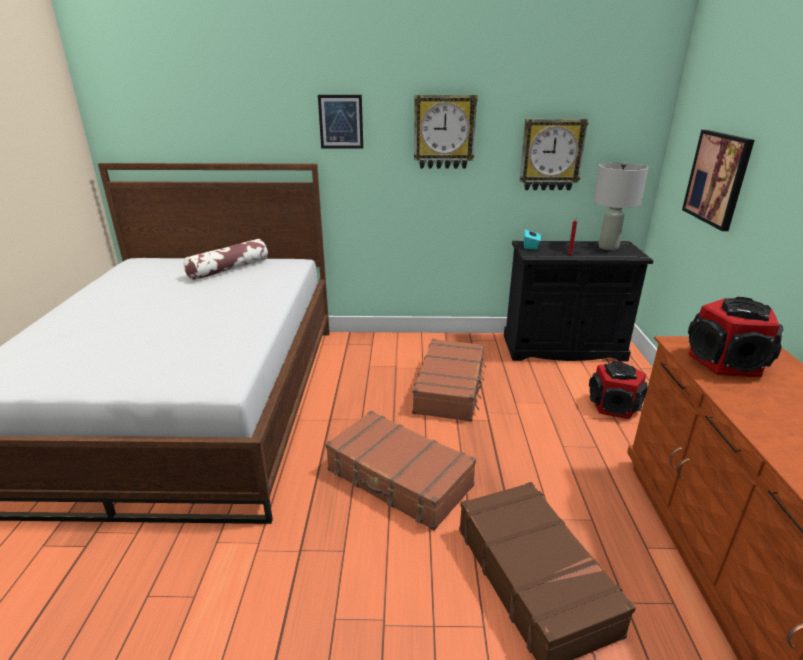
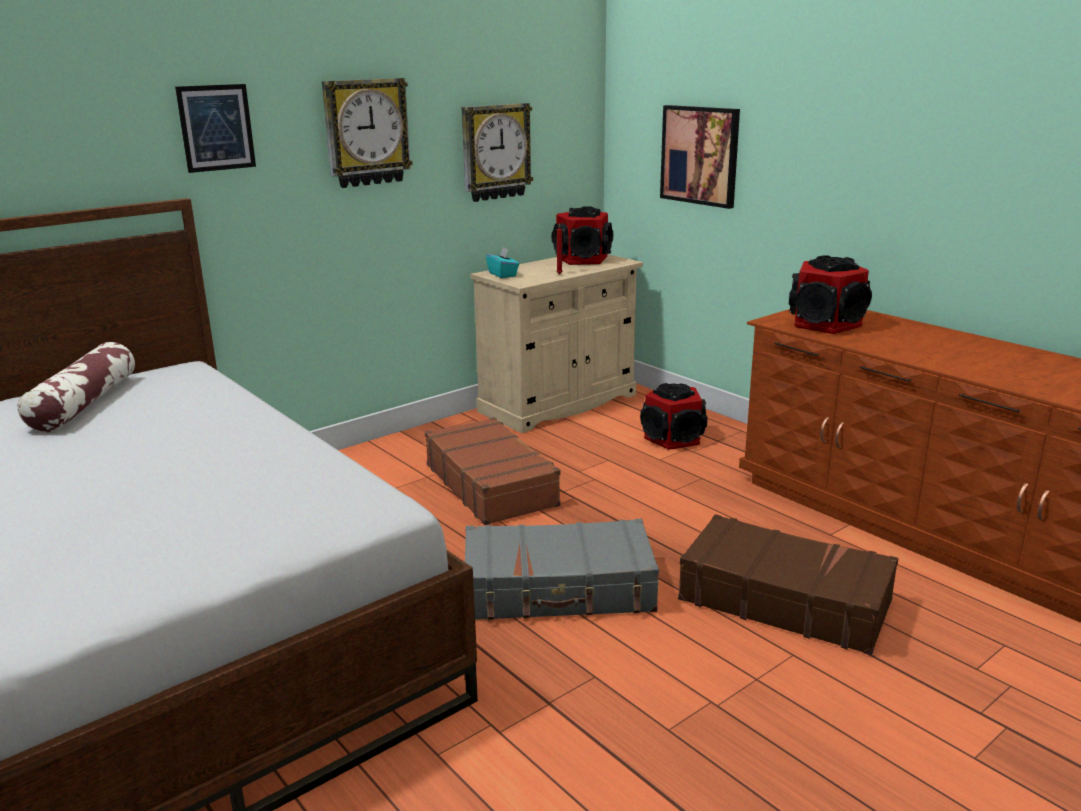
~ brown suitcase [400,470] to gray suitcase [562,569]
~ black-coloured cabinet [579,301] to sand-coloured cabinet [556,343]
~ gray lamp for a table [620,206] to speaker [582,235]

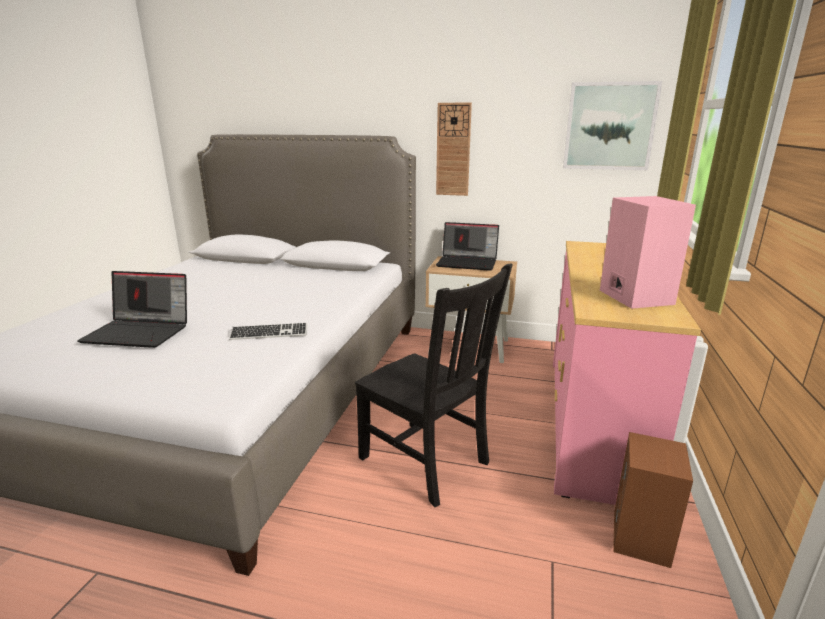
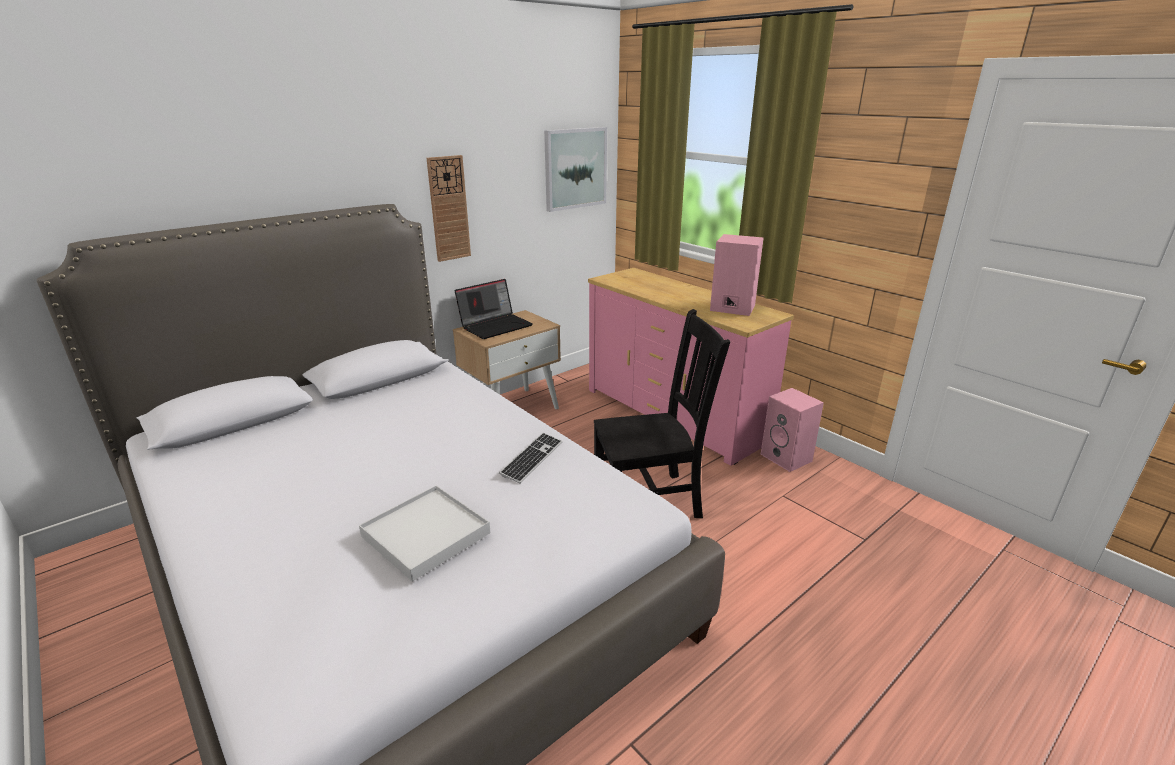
~ notebook computer [132,309] to whitish tray [424,534]
~ brown speaker [653,500] to pink-coloured speaker [792,430]

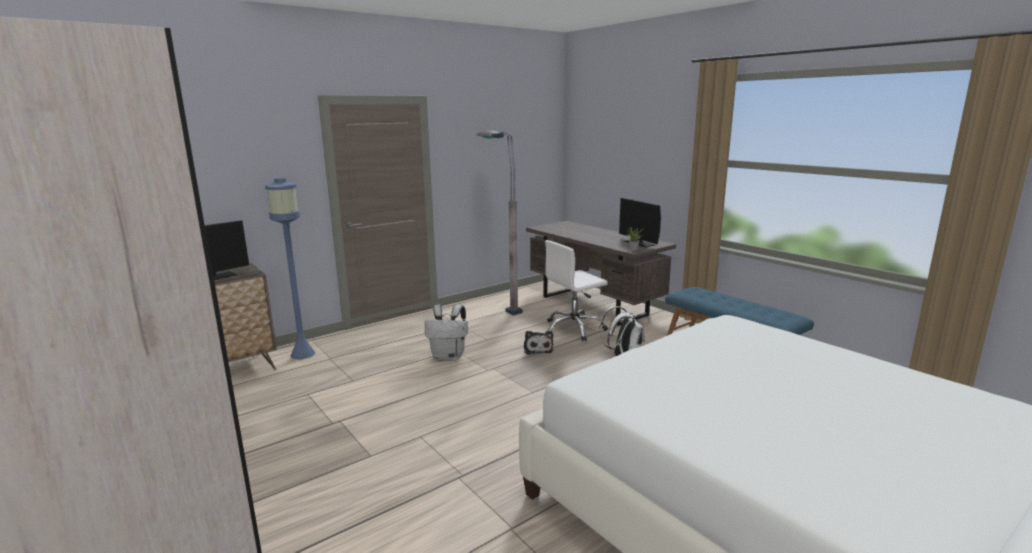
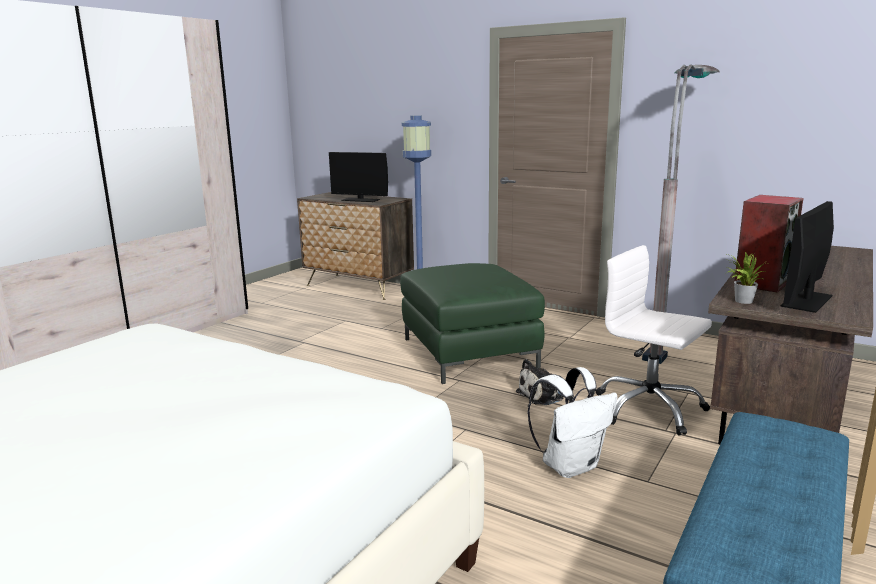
~ whitish rucksack [446,332] to green ottoman [472,323]
+ speaker [768,244]

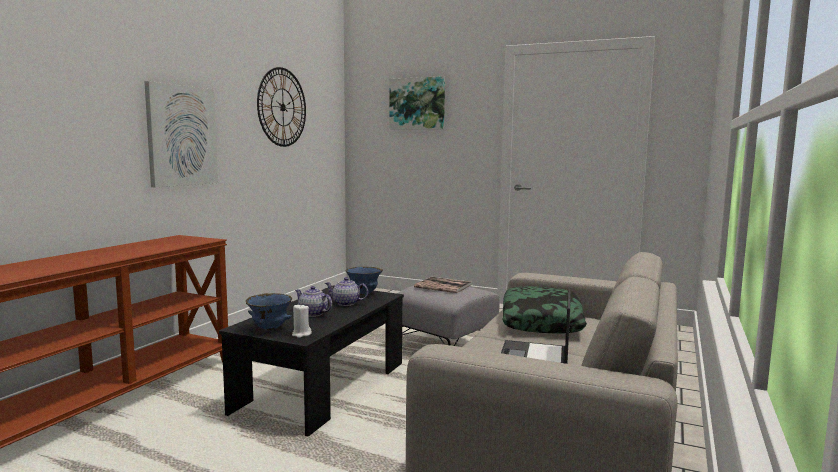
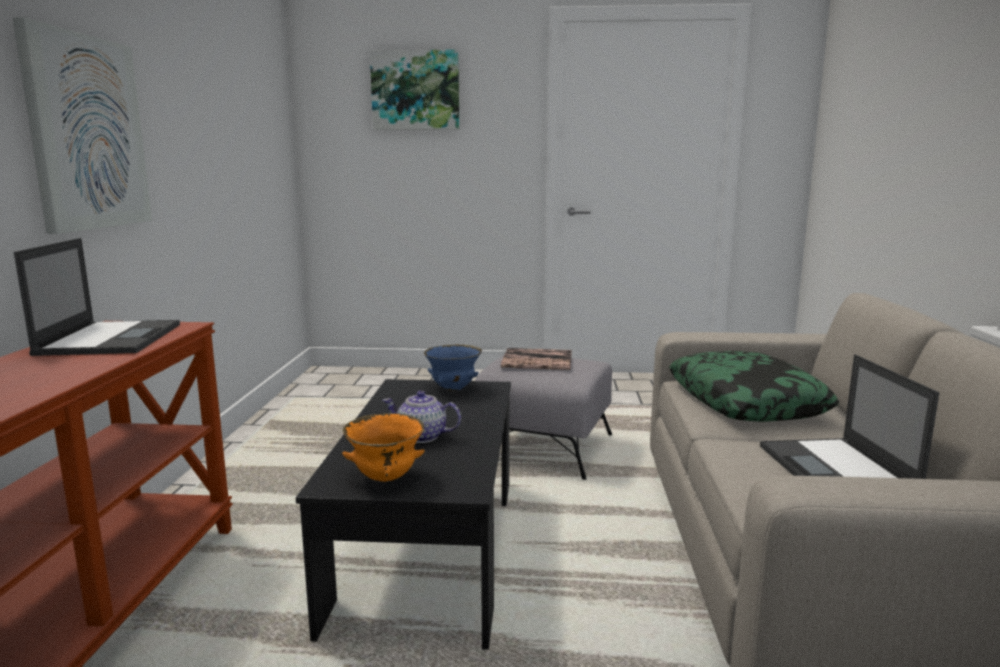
~ blue serving bowl [269,311] to orange-coloured serving bowl [383,447]
- clock on the wall [281,107]
- whitish wax light [302,320]
- tea pot [346,291]
+ notebook computer [97,297]

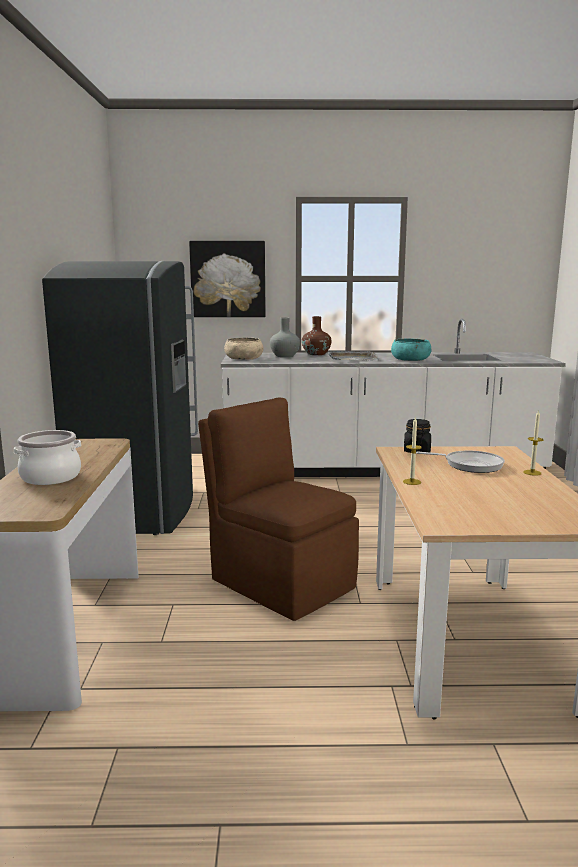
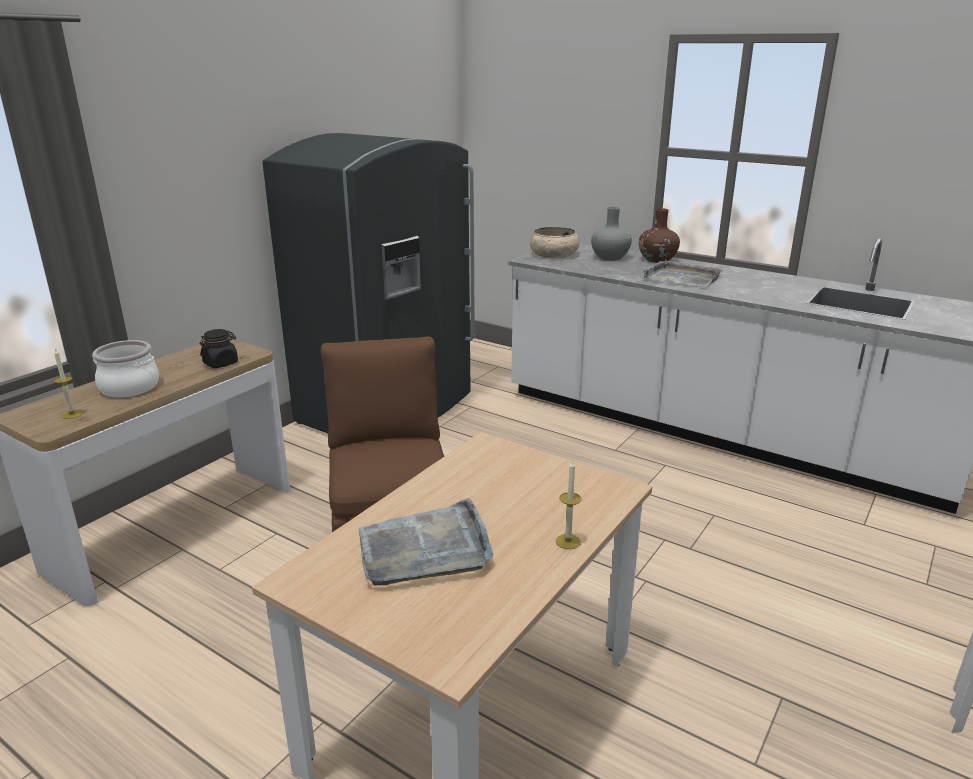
- picture [227,279]
- blue-green serving bowl [411,350]
~ wax light [412,450] to [68,383]
~ black-coloured storage jar [417,436] to [219,348]
- pan [460,462]
+ gray tray [426,542]

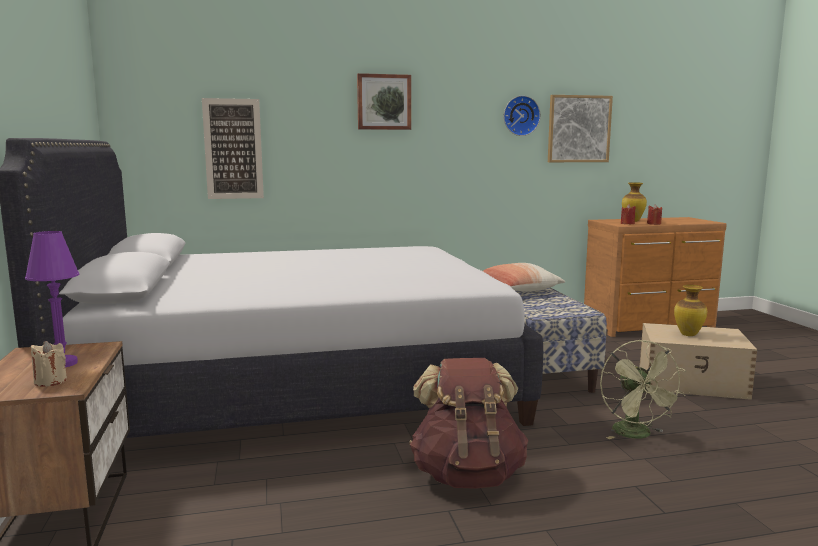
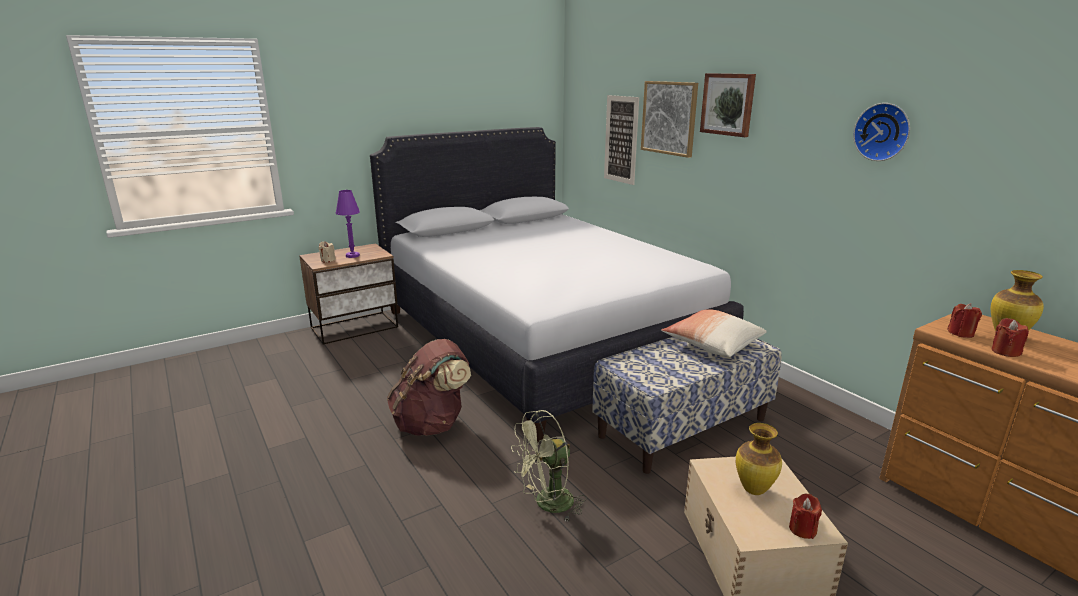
~ picture [580,128] to [669,119]
+ reddish wax light [805,516]

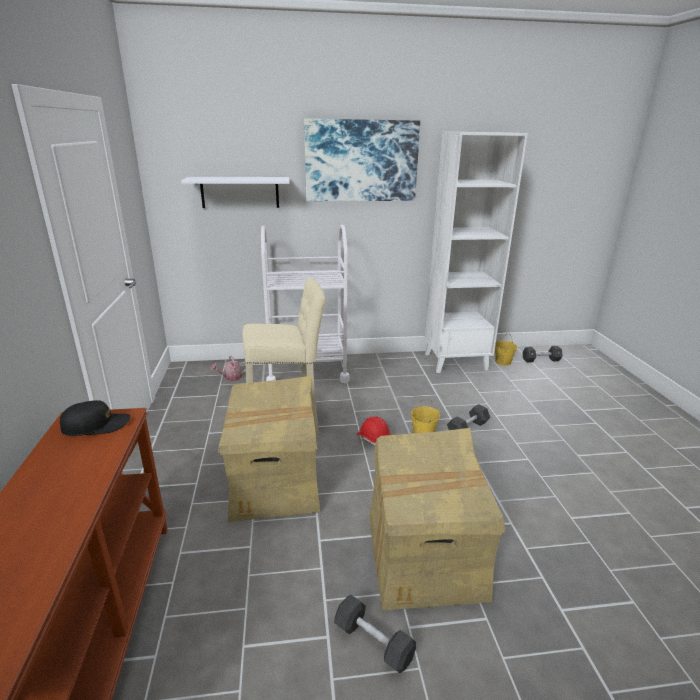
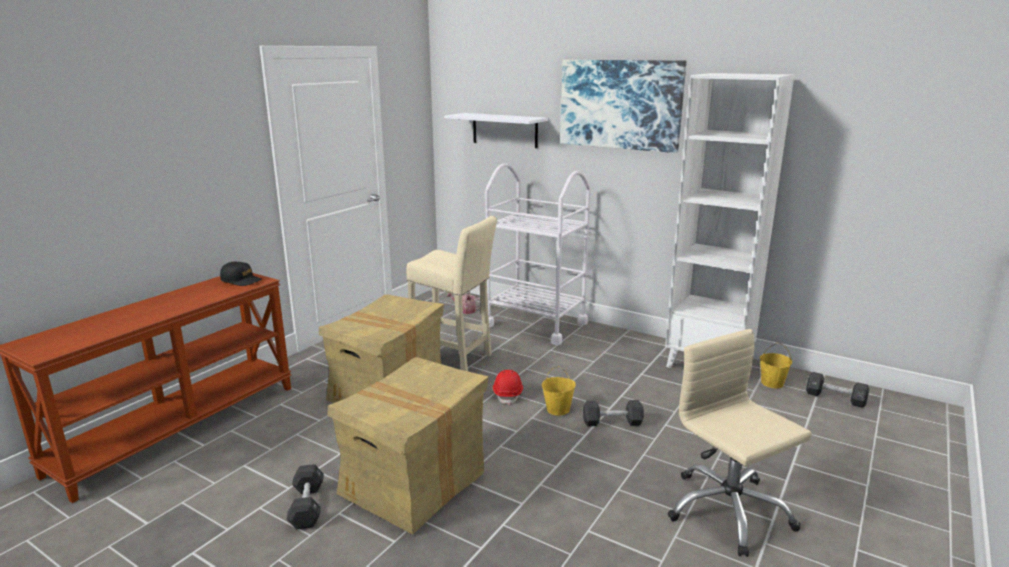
+ sand-coloured desk chair [739,443]

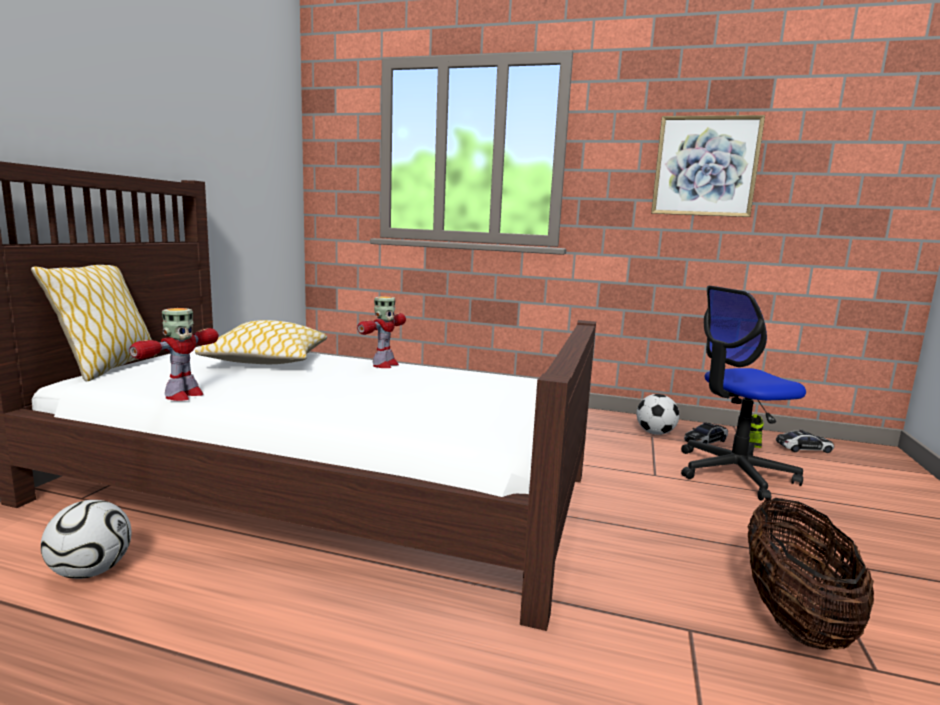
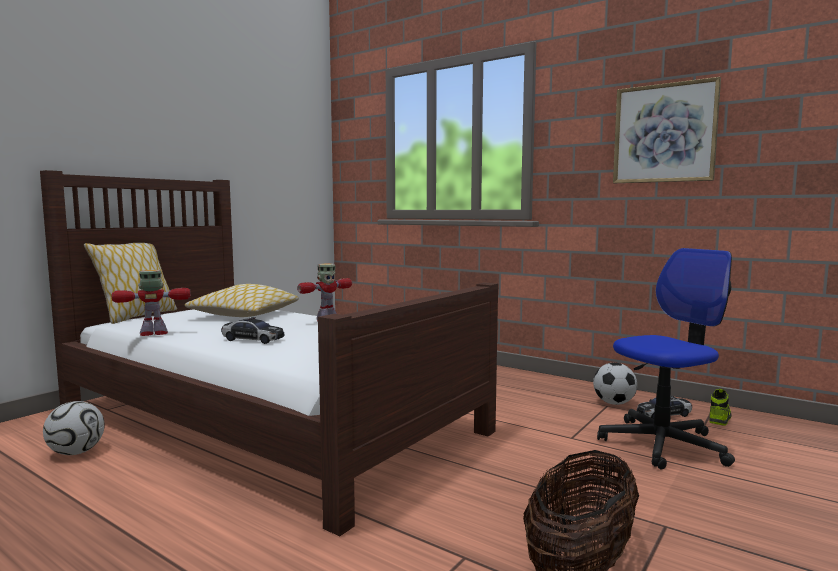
~ robot figure [174,354] = [151,303] 150 degrees counterclockwise
~ desk chair [743,393] = [666,359] 150 degrees clockwise
~ model car [805,441] to [253,330]

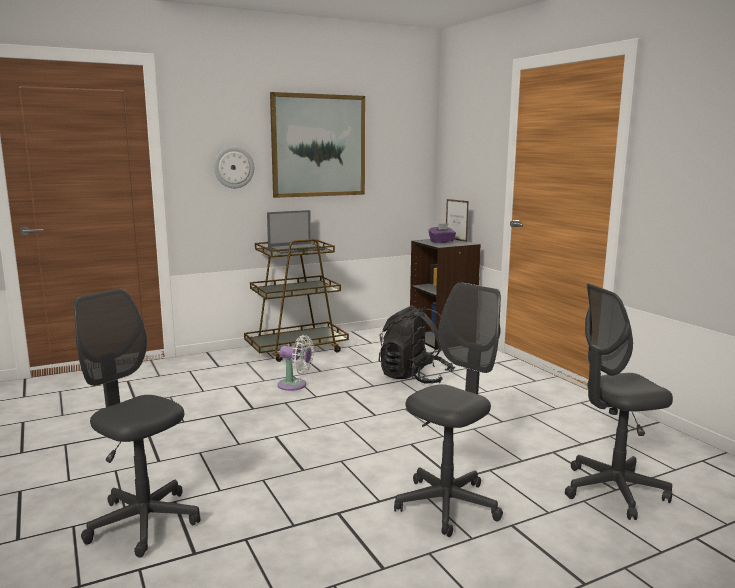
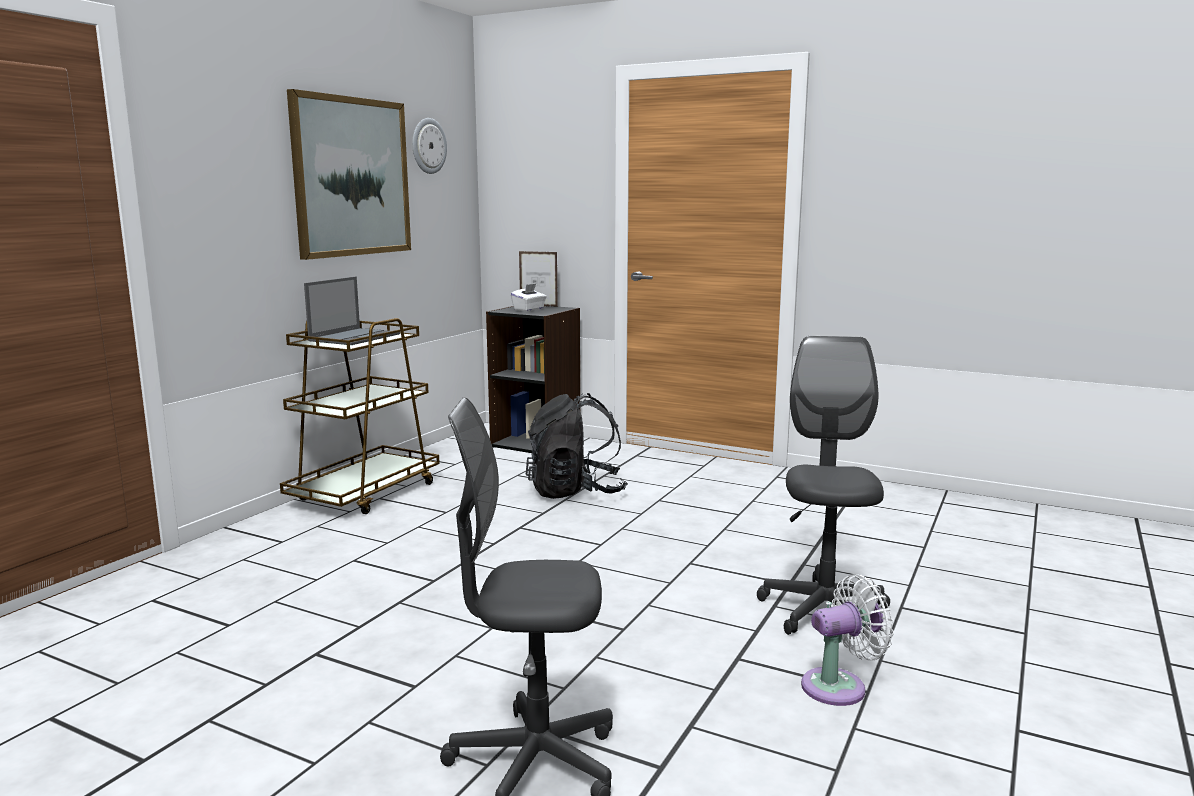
~ clock on the wall [234,167] to [429,146]
~ whitish fan [295,363] to [847,640]
~ purple-coloured tissue holder [442,233] to whitish tissue holder [529,297]
- gray desk chair [619,402]

